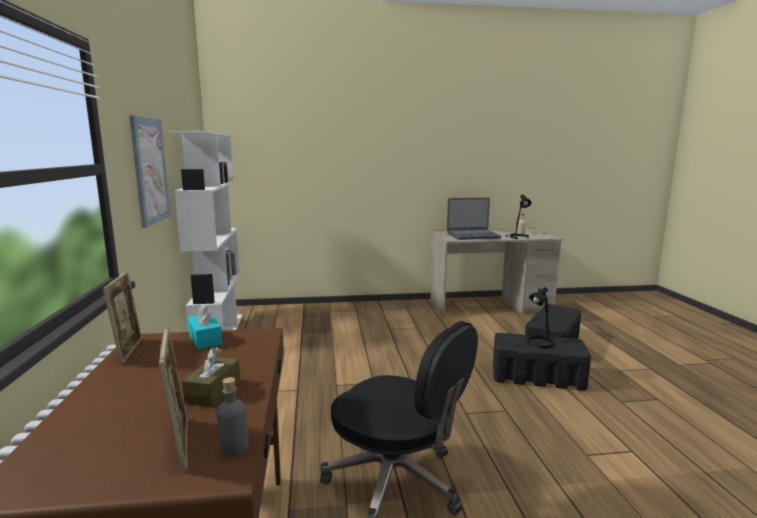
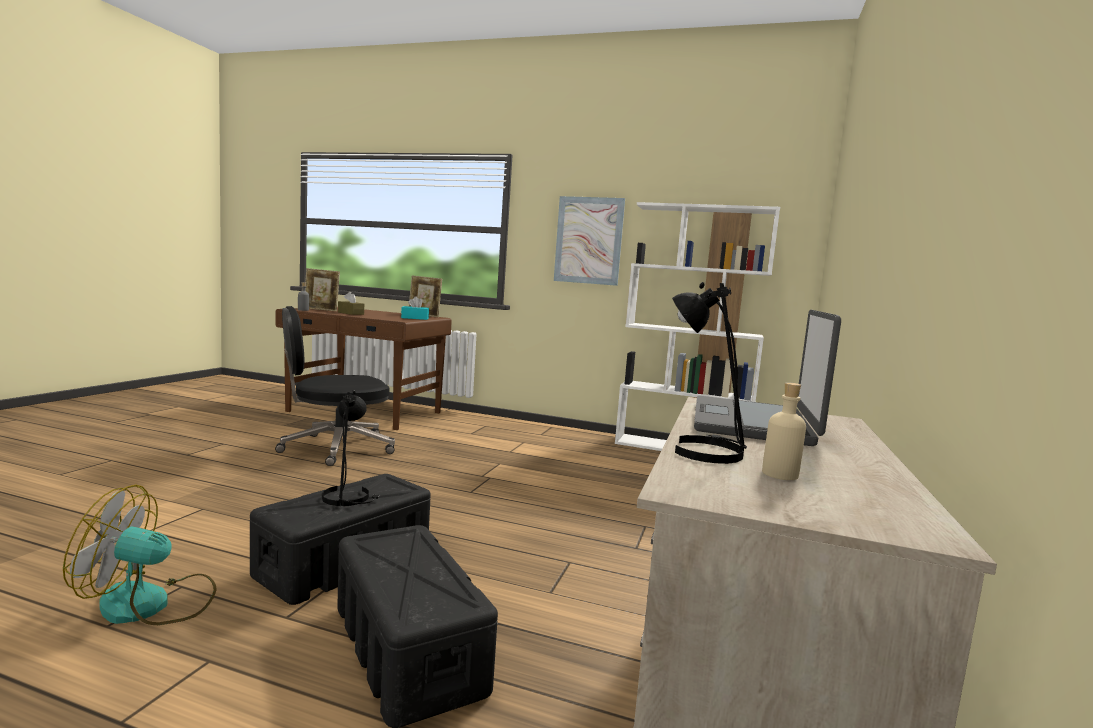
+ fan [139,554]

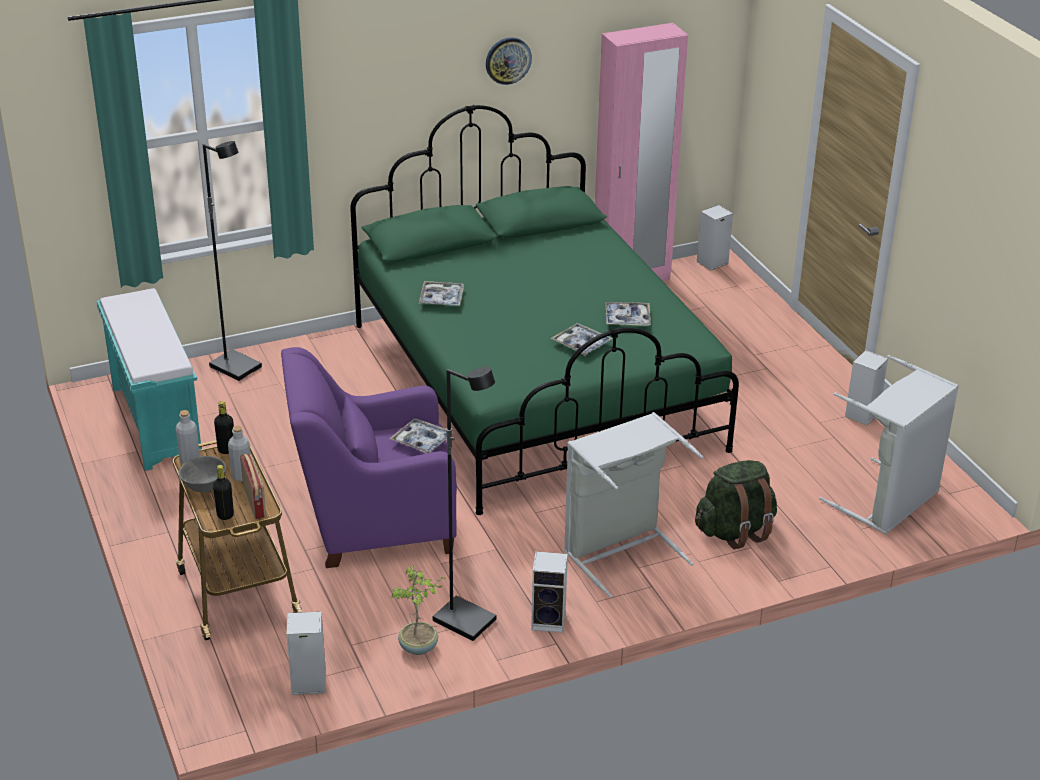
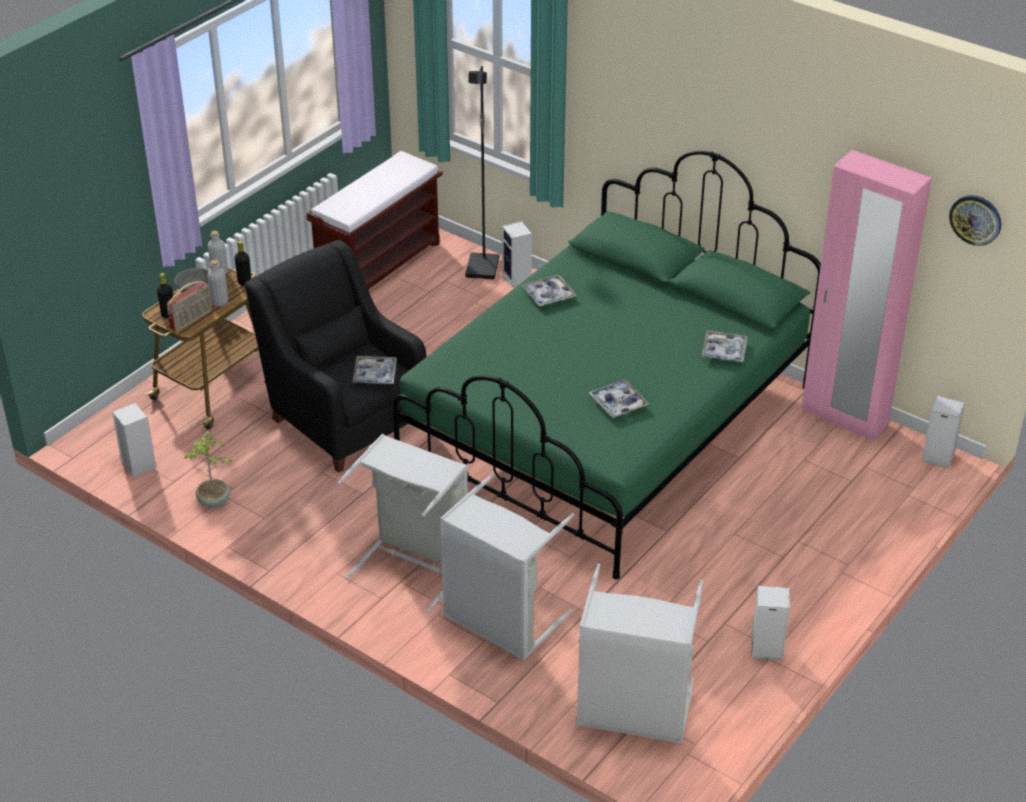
~ blue-green long seat [149,379] to brown long seat [375,220]
~ purple-coloured lounge chair [369,457] to black-coloured lounge chair [335,356]
- black-coloured standing lamp [465,504]
~ clock on the wall [509,61] to [975,220]
~ speaker [549,592] to [517,254]
~ tray [581,339] to [725,346]
~ green rucksack [736,504] to gray washing basket [507,567]

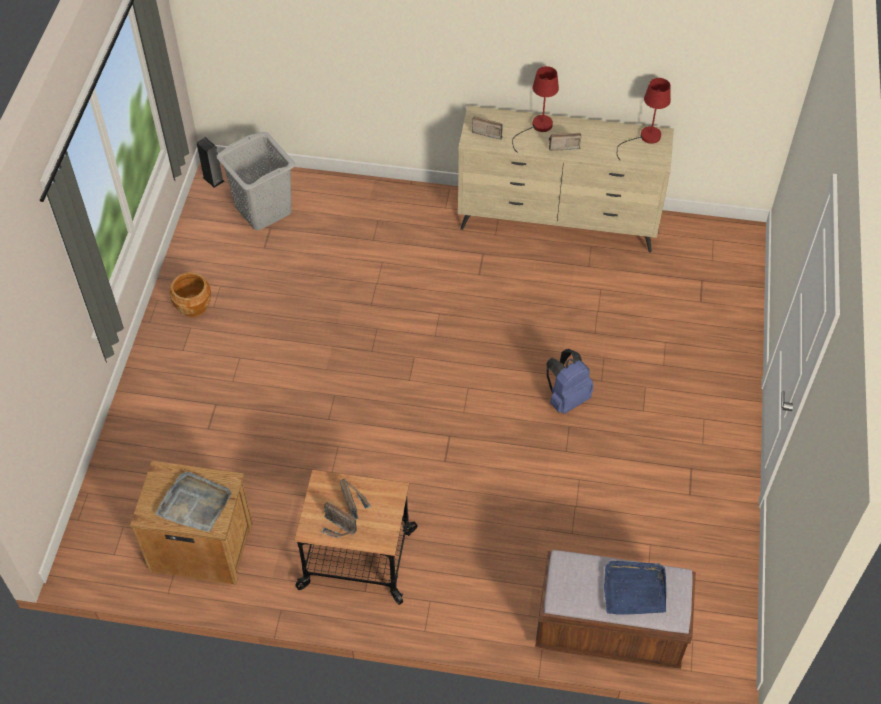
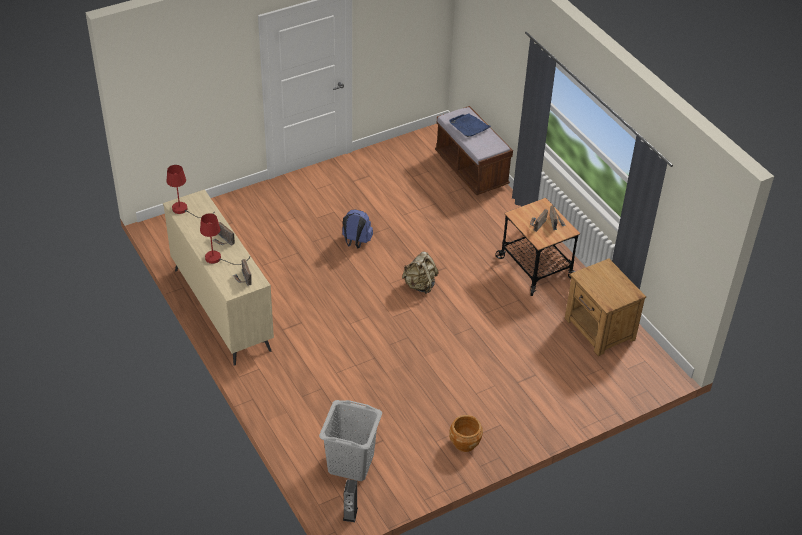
- gray tray [193,502]
+ sand-coloured rucksack [420,272]

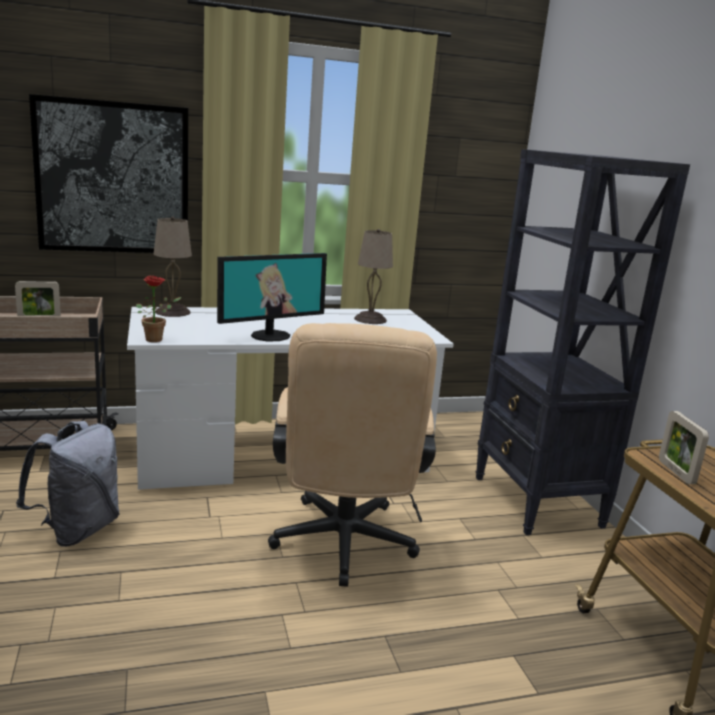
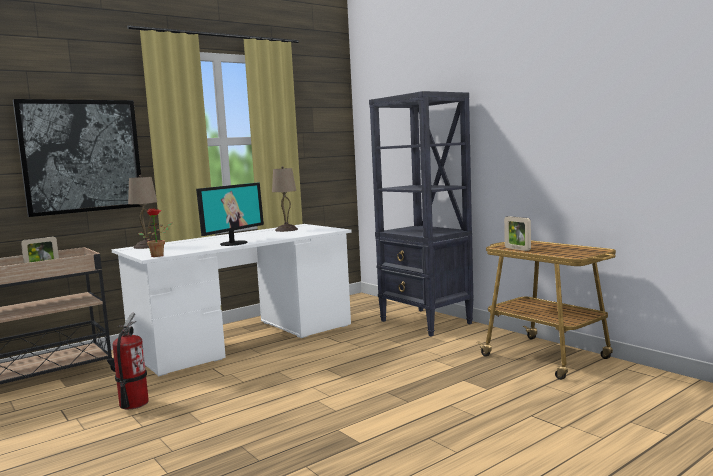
~ gray rucksack [68,484] to fire-fighting cylinder [130,361]
- sand-coloured desk chair [352,455]

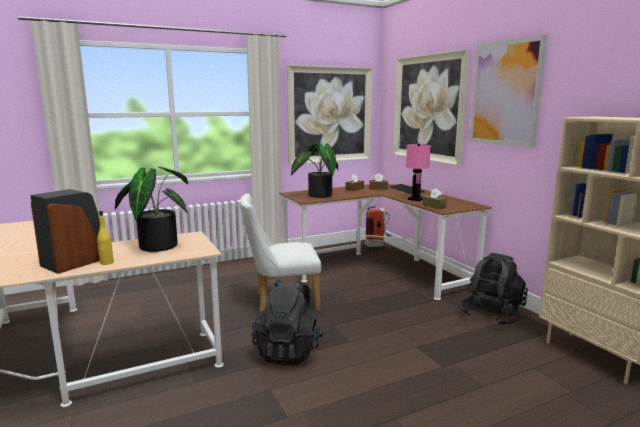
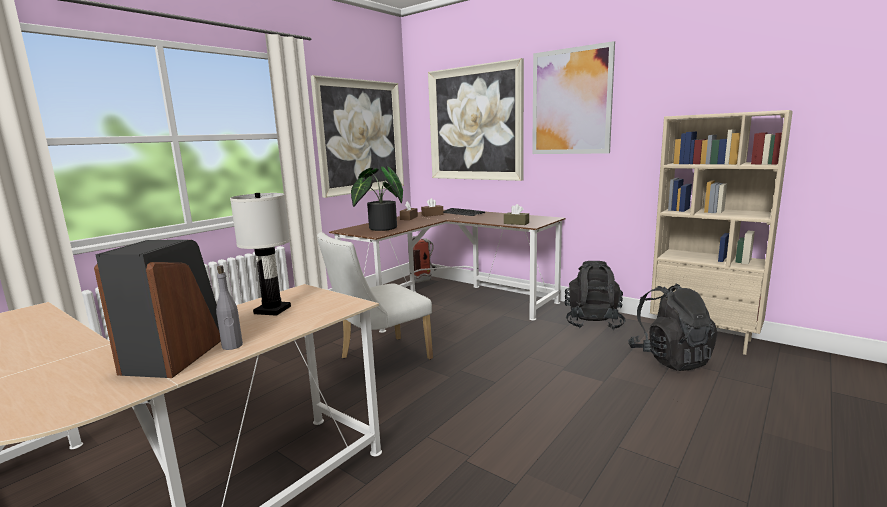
~ yellowish drink bottle [105,238] to gray drink bottle [229,308]
~ potted plant [151,209] to whitish lamp for a table [260,254]
~ black-coloured rucksack [287,322] to [673,327]
- pink-coloured lamp for a table [418,172]

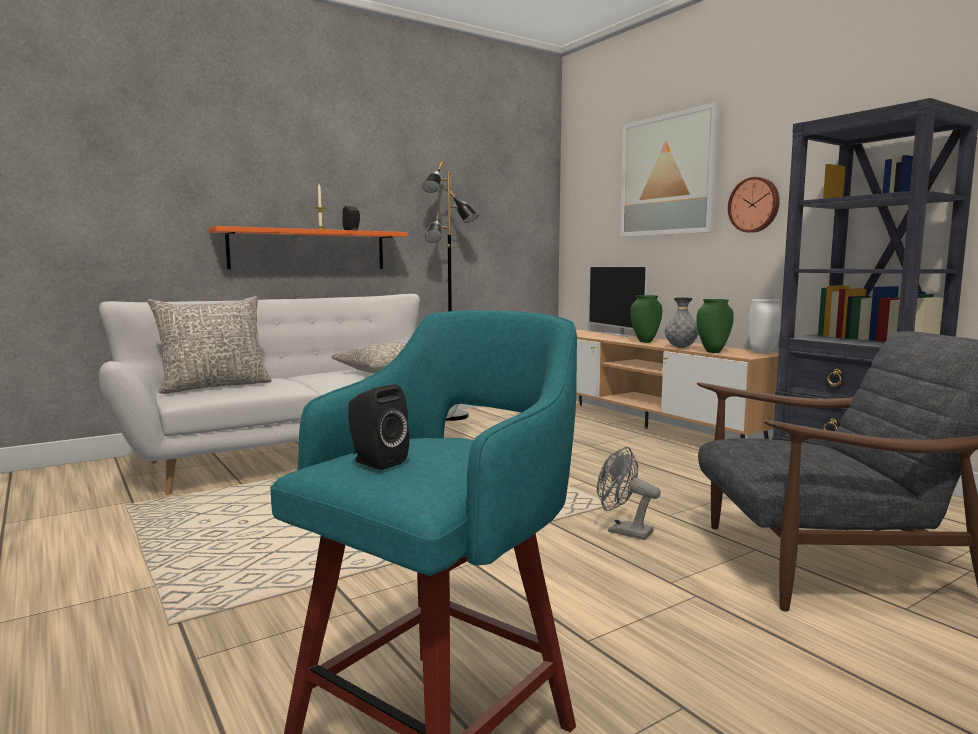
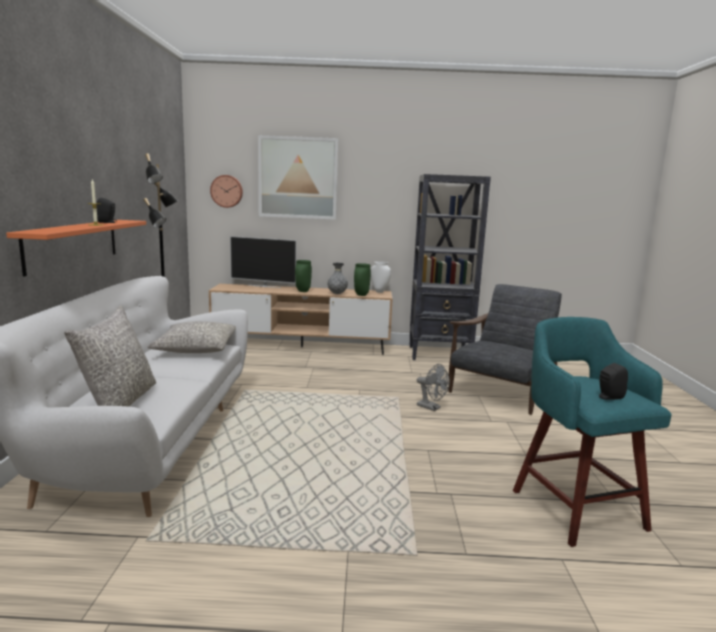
~ gray fan [629,493] = [433,387] 120 degrees counterclockwise
~ clock on the wall [754,205] to [226,191]

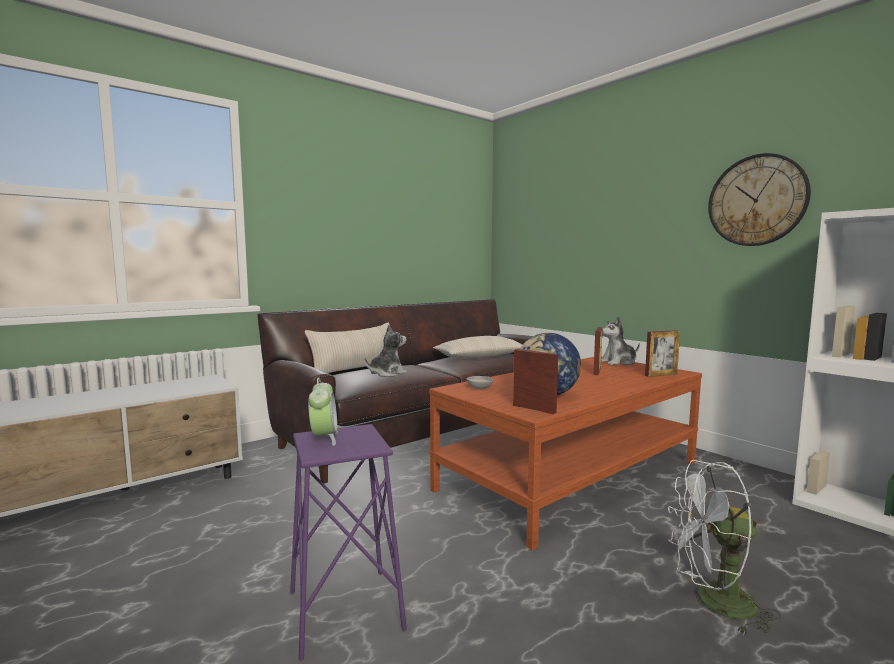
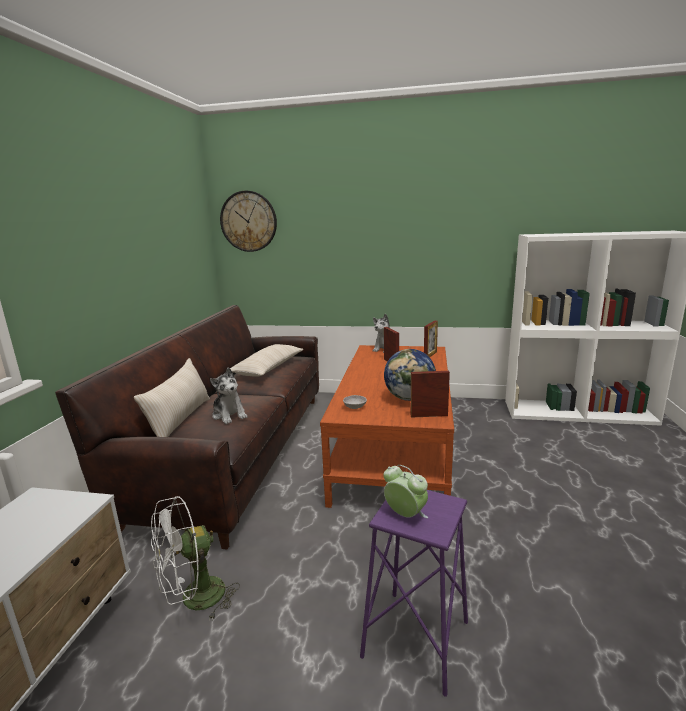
~ plush toy [386,351] = [228,395] 135 degrees clockwise
~ whitish fan [724,548] to [195,558]
~ clock on the wall [759,199] to [248,221]

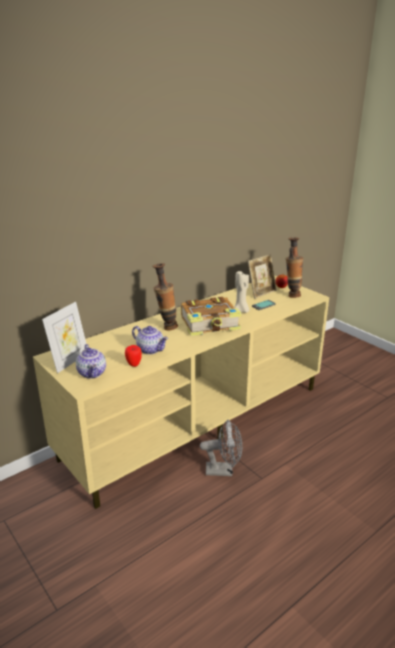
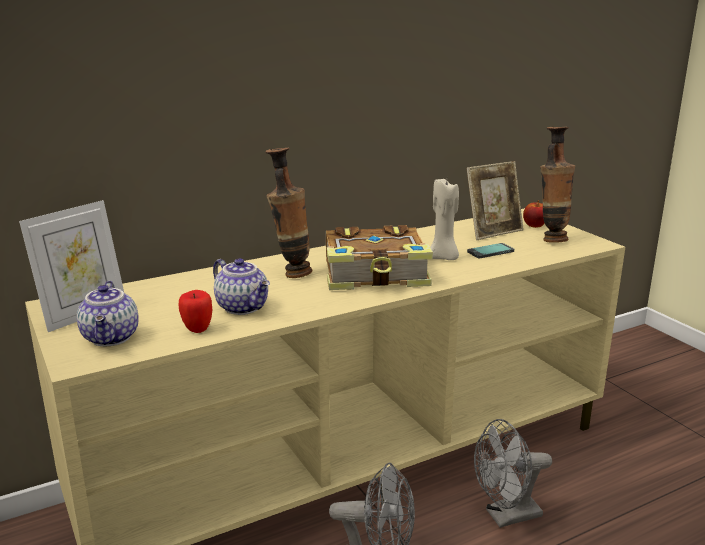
+ gray fan [513,473]

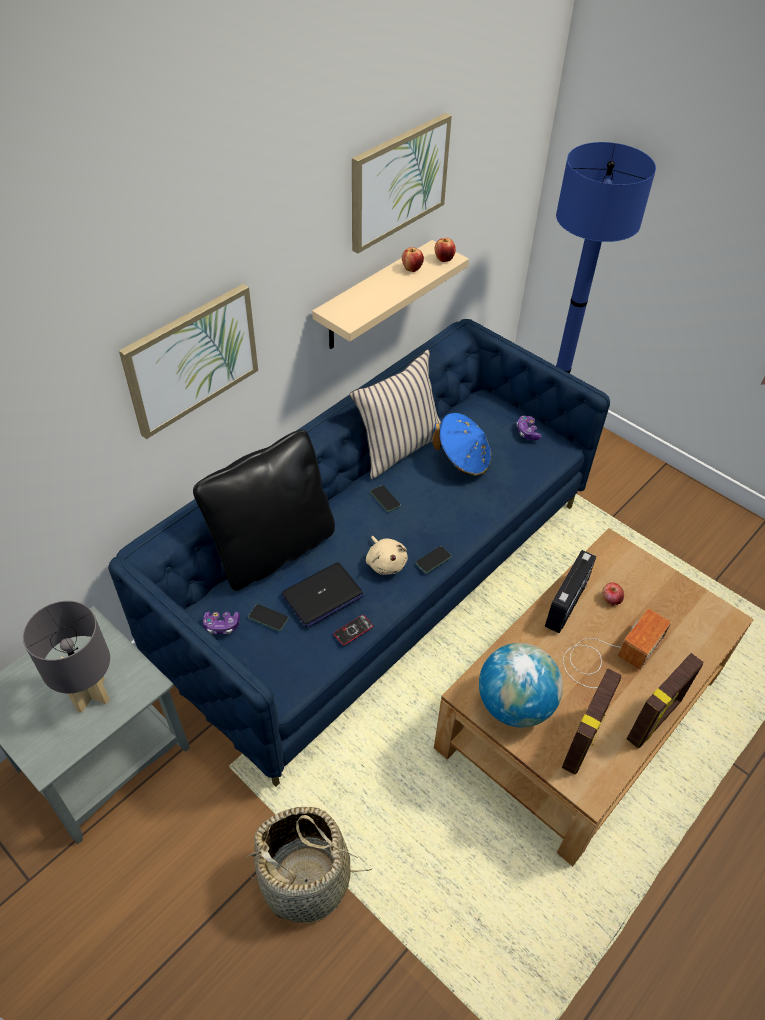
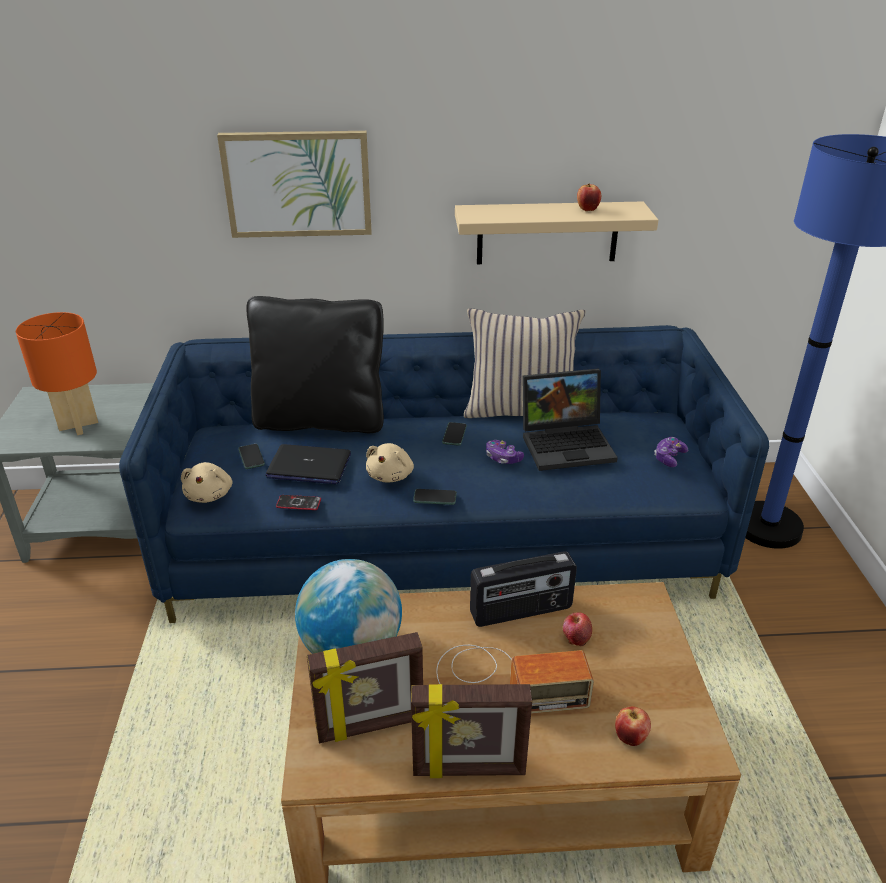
~ gray lamp for a table [66,657] to orange-coloured lamp for a table [57,373]
~ game controller [221,622] to [505,452]
- household basket [309,865]
- picture [402,183]
~ blue clothing hat [462,444] to notebook computer [570,420]
~ whole apple [445,250] to [633,726]
+ sand-coloured plush toy [206,482]

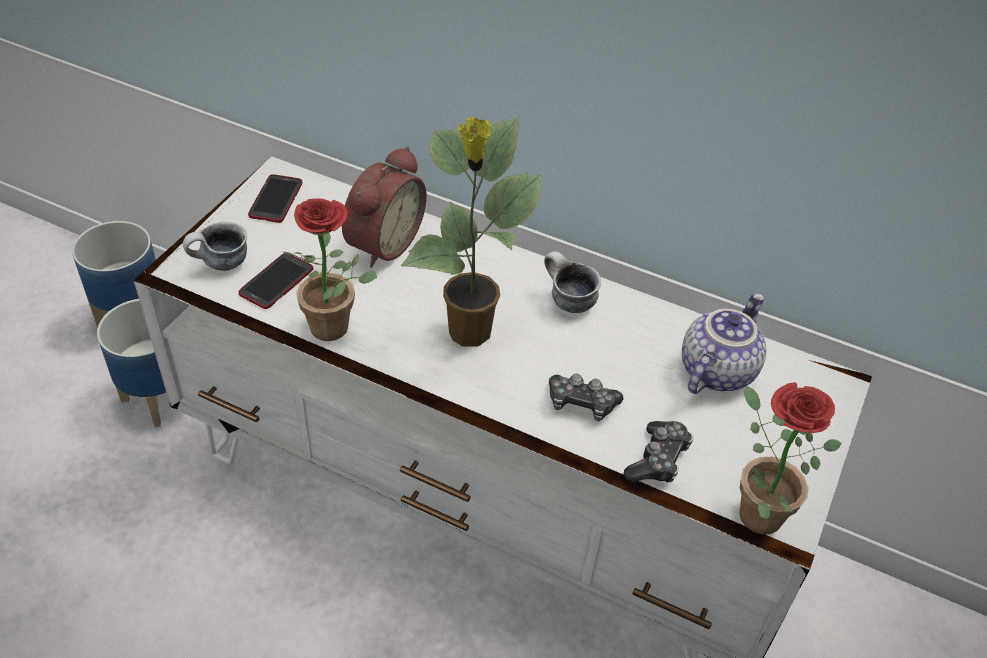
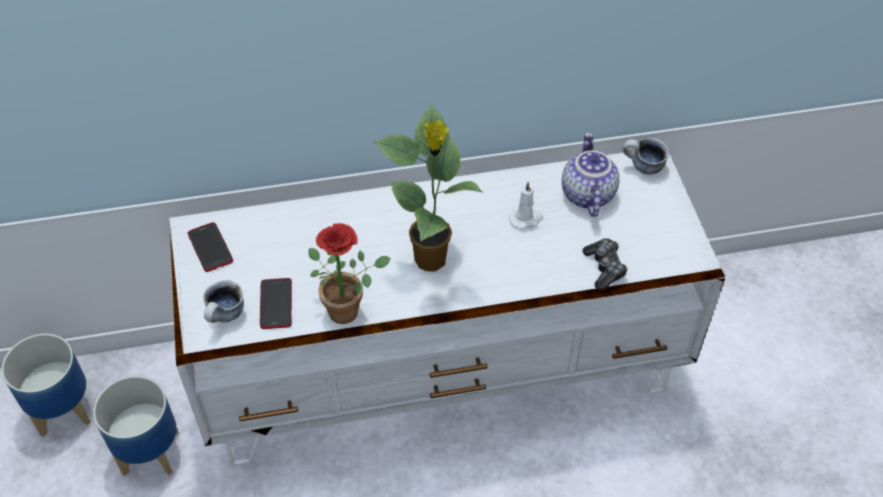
- table clock [384,207]
~ coffee mug [572,282] to [646,156]
- game controller [586,397]
- potted plant [790,458]
+ whitish wax light [526,205]

